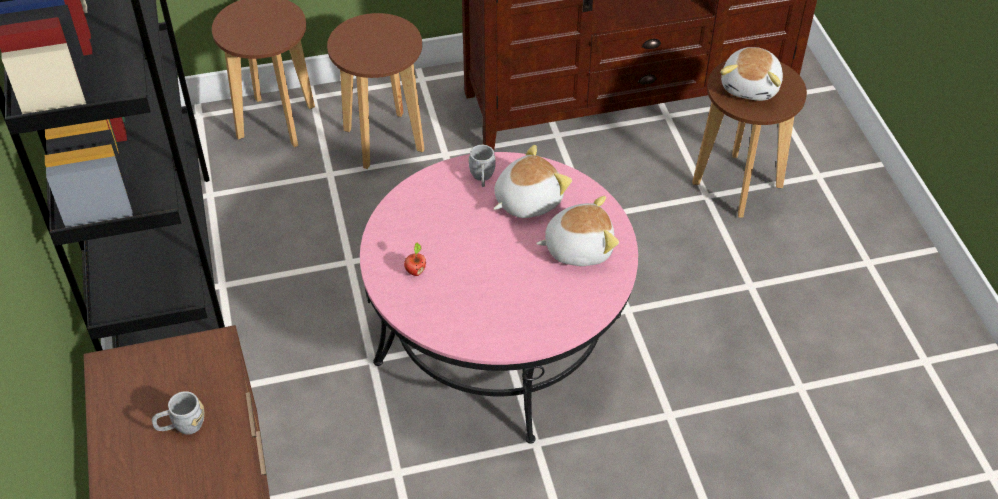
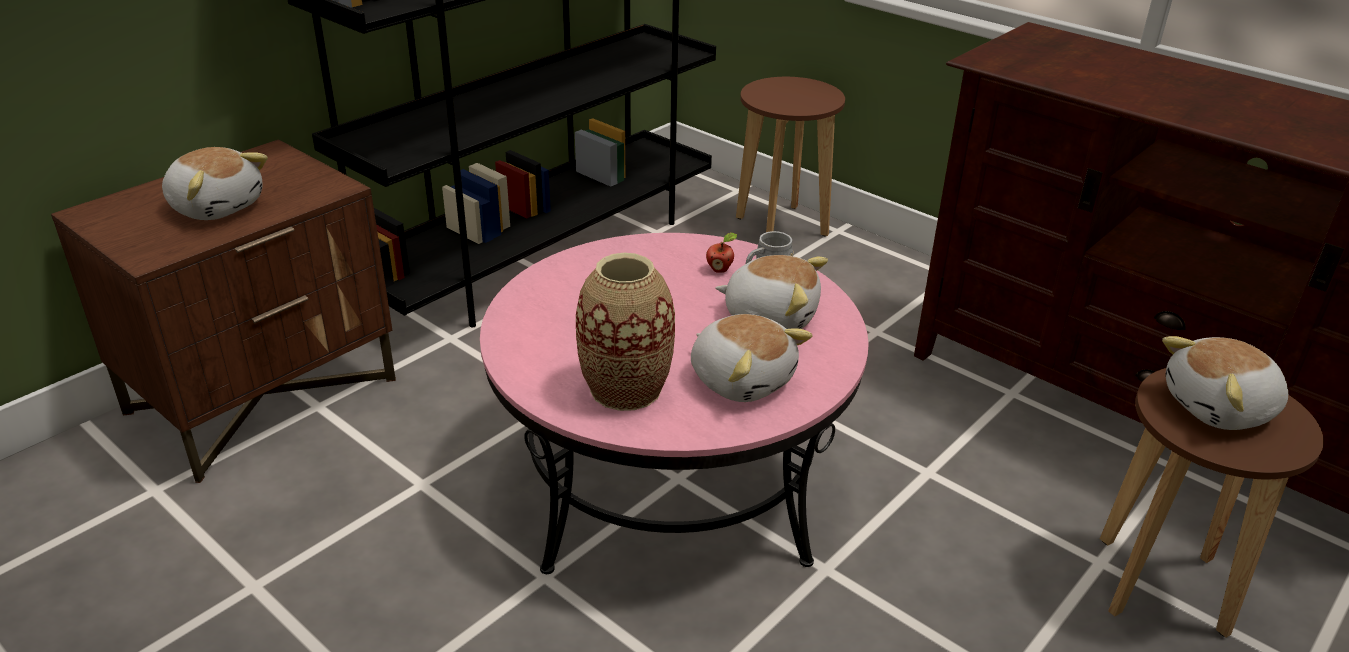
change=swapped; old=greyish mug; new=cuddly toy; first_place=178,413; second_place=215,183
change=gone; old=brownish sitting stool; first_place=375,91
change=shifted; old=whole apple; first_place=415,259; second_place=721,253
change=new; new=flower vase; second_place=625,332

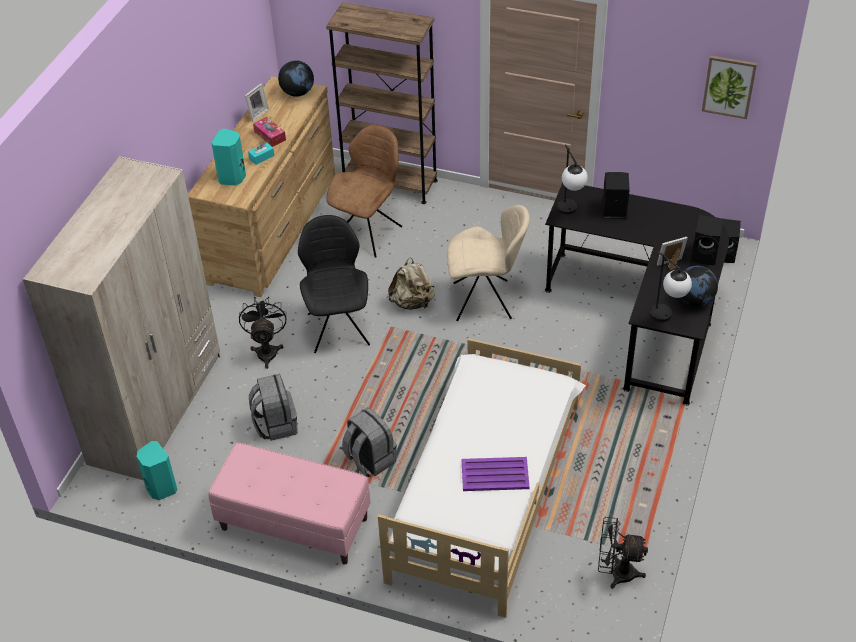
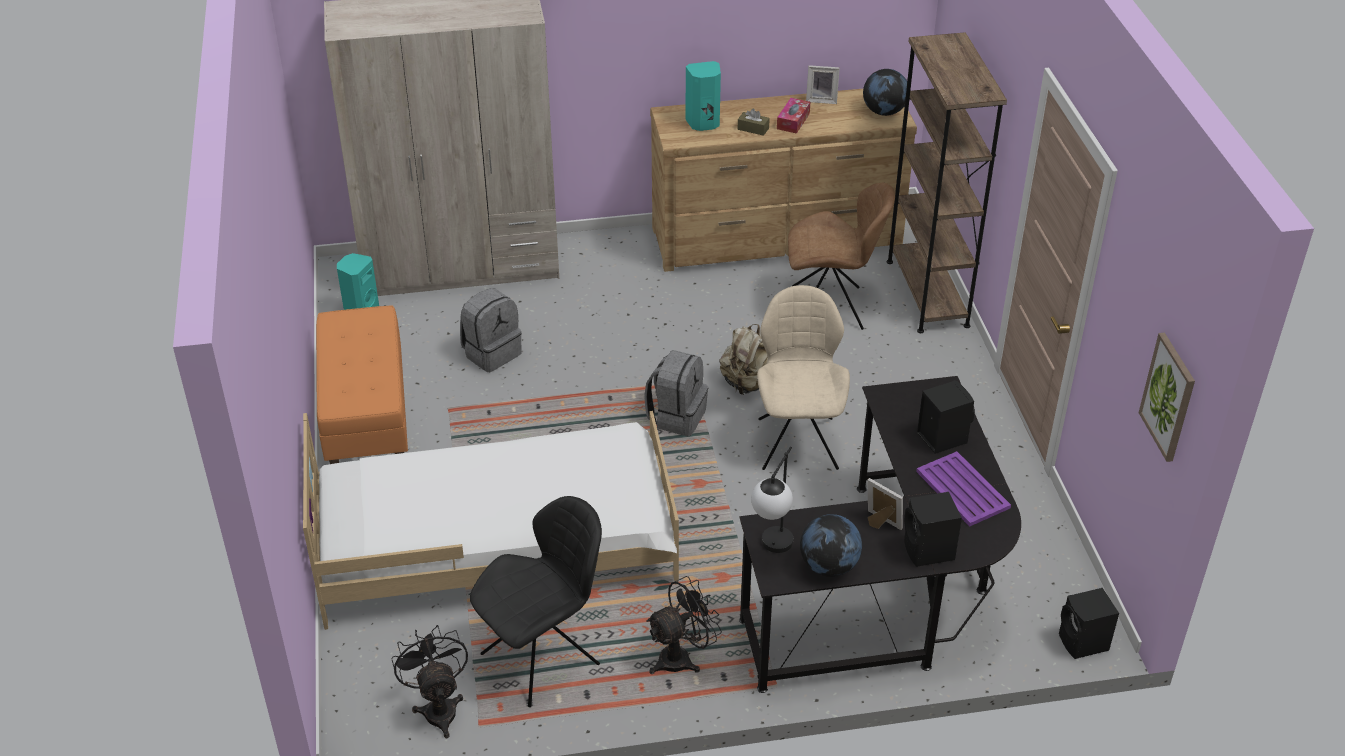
change=repainted; old=pink-coloured bench; new=orangey bench; first_place=290,504; second_place=362,384
change=shifted; old=blackish fan; first_place=262,332; second_place=684,625
change=repainted; old=turquoise-coloured tissue holder; new=brownish tissue holder; first_place=261,153; second_place=754,122
change=shifted; old=blackish upright chair; first_place=334,284; second_place=536,601
change=shifted; old=greyish rucksack; first_place=369,442; second_place=676,393
change=rotated; old=beige upright chair; first_place=488,263; second_place=803,377; degrees=-150
change=shifted; old=purplish carrying tray; first_place=495,474; second_place=963,488
change=gone; old=table lamp; first_place=572,180

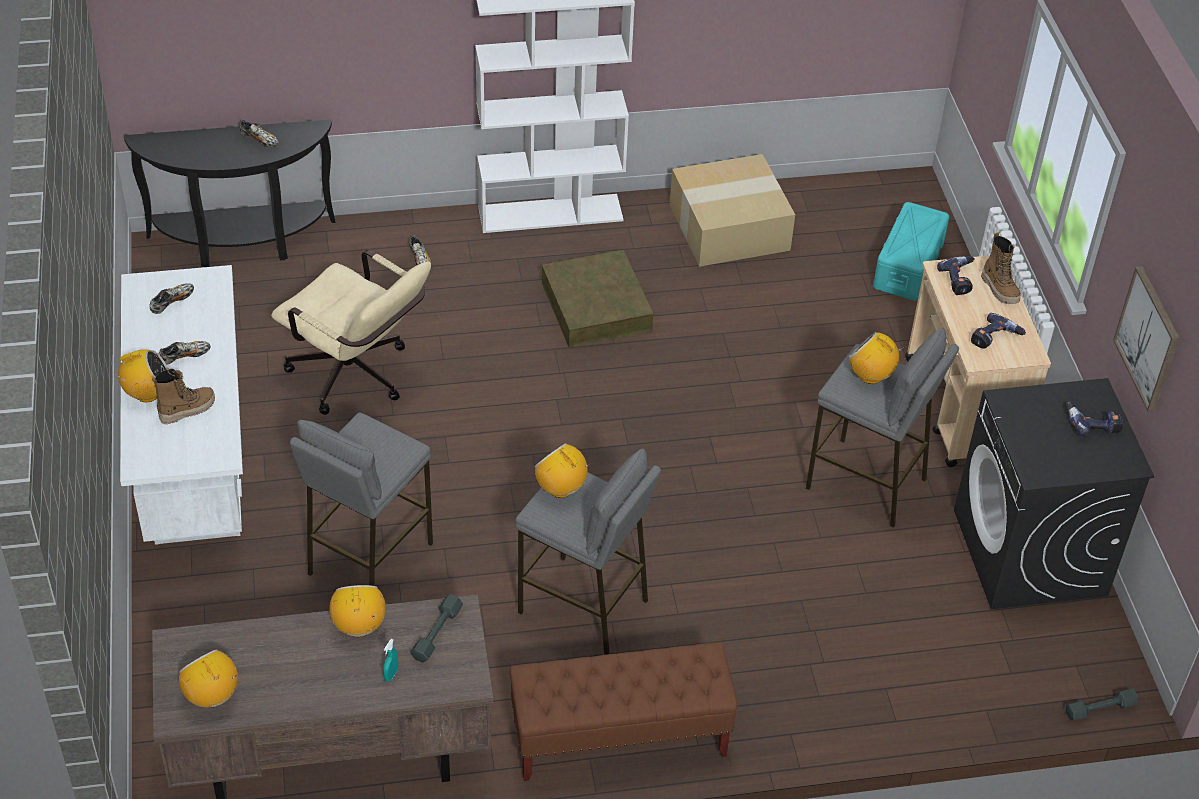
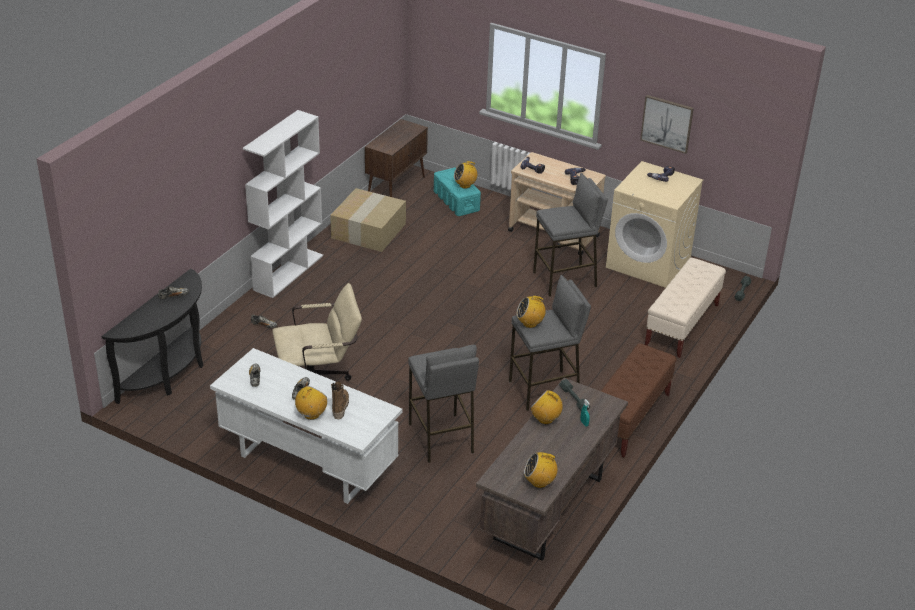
change=gone; old=brownish storage container; first_place=597,299
change=shifted; old=radio; first_place=878,358; second_place=465,175
change=repainted; old=blackish washing machine; new=beige washing machine; first_place=1054,493; second_place=654,224
change=gone; old=tall boot; first_place=1001,268
change=new; new=brownish cupboard; second_place=396,158
change=new; new=beige bench; second_place=685,308

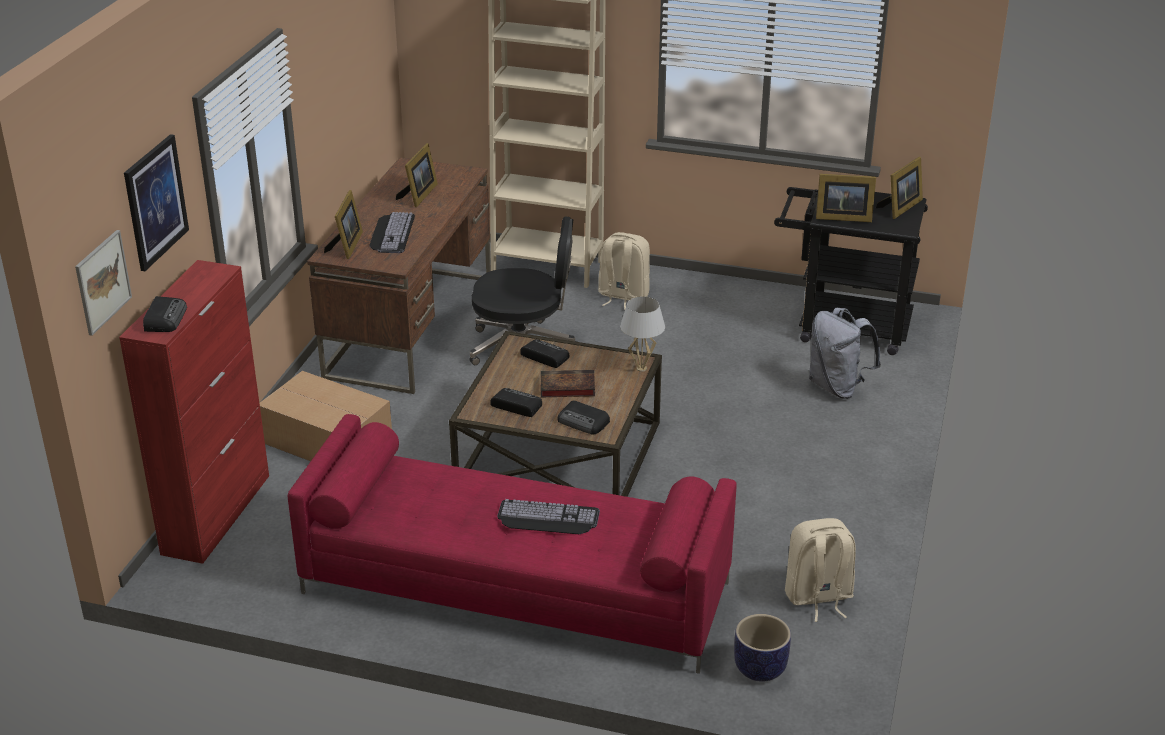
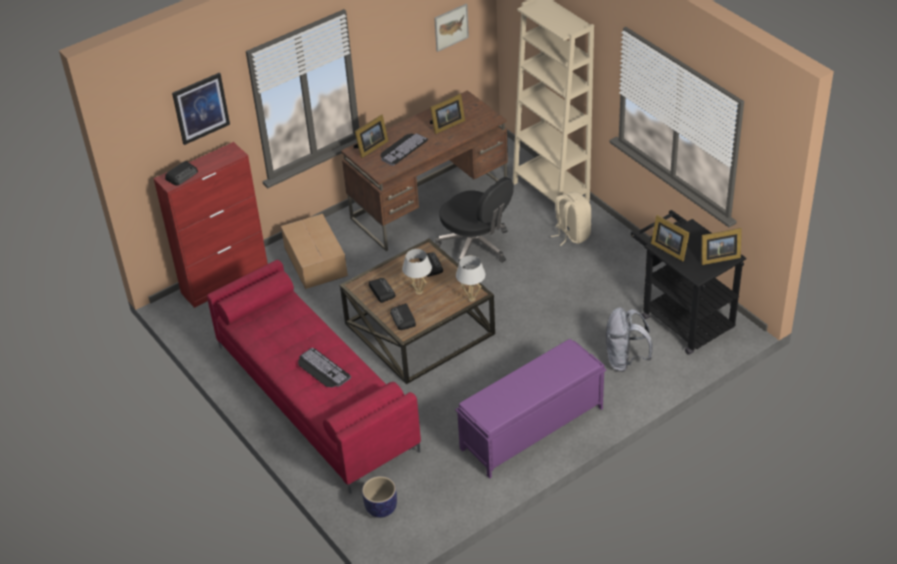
change=shifted; old=wall art; first_place=103,283; second_place=451,28
change=swapped; old=bound book; new=whitish table lamp; first_place=568,383; second_place=417,272
change=gone; old=beige rucksack; first_place=820,570
change=new; new=purplish bench; second_place=530,408

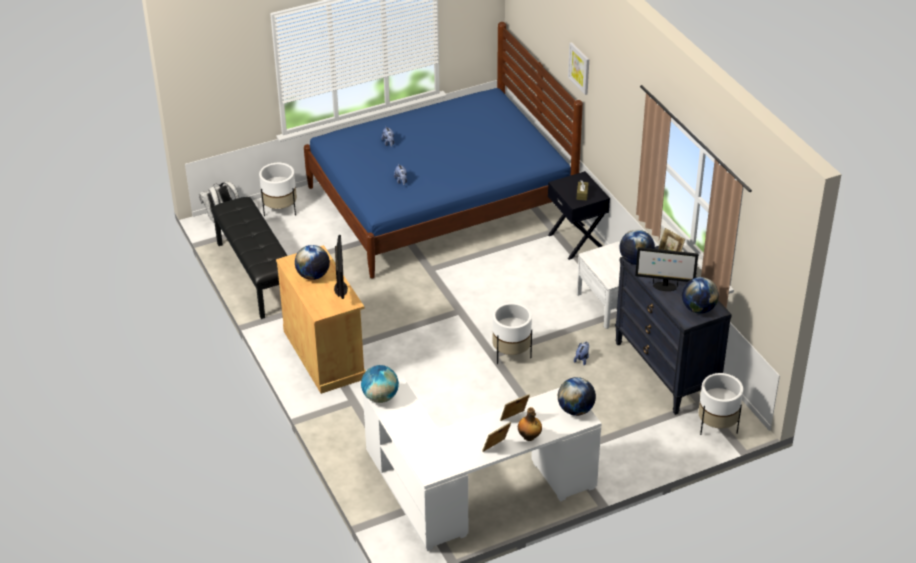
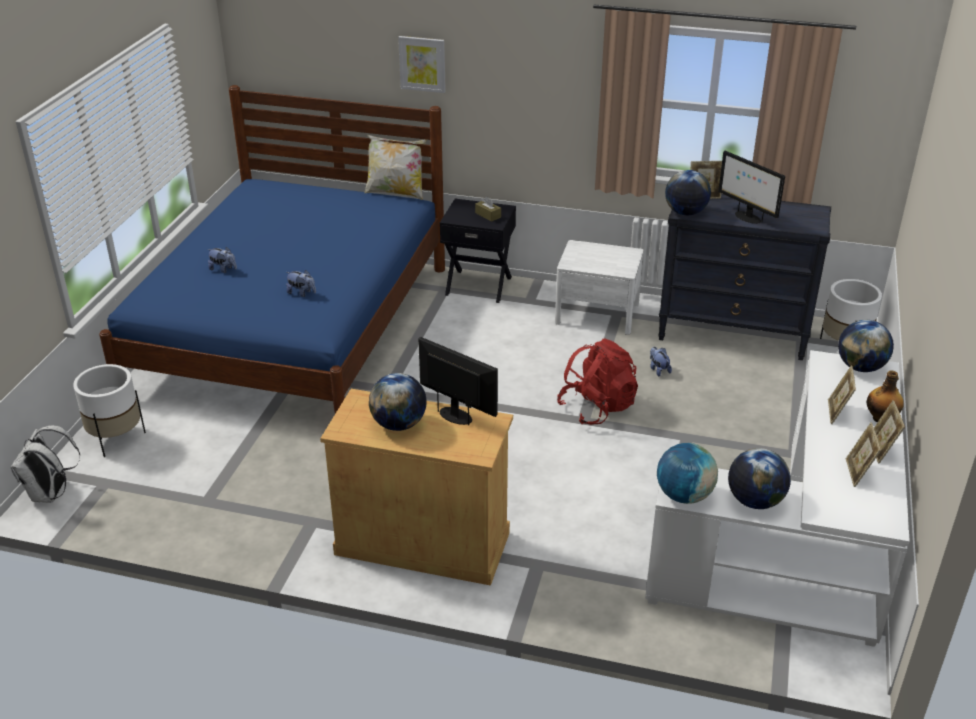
change=gone; old=blackish bench; first_place=249,258
change=swapped; old=whitish plant pot; new=red-coloured rucksack; first_place=512,333; second_place=597,381
change=rotated; old=computer display; first_place=667,269; second_place=751,187; degrees=90
change=shifted; old=world globe; first_place=700,295; second_place=759,478
change=new; new=pillow; second_place=395,167
change=new; new=picture frame; second_place=863,454

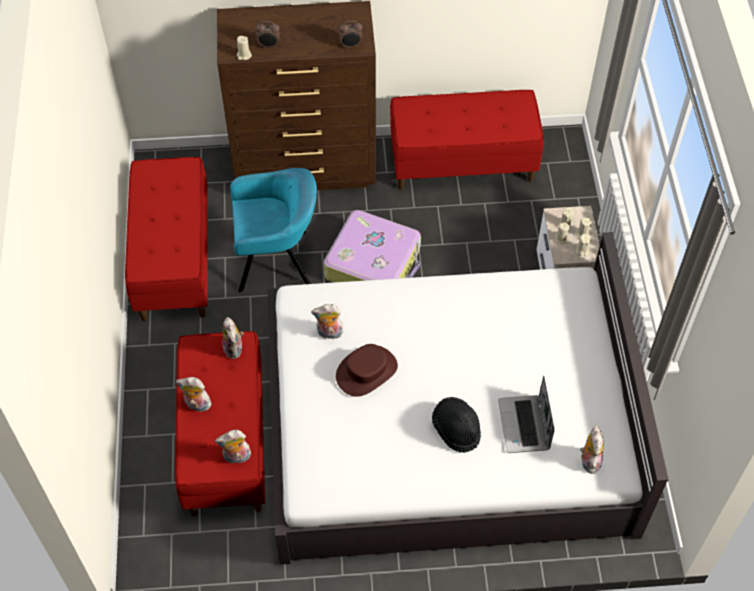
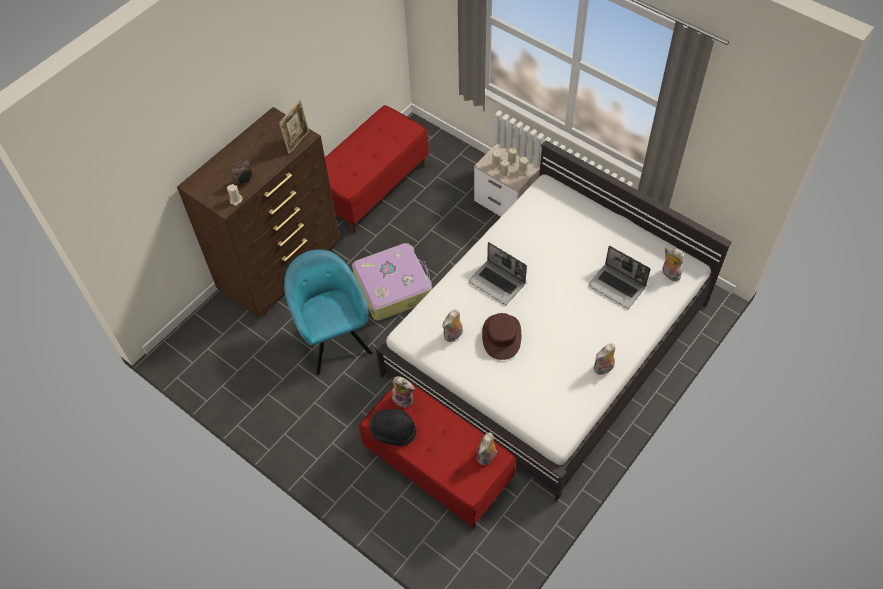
change=gone; old=red-coloured bench; first_place=166,239
change=shifted; old=cuddly toy; first_place=193,394; second_place=604,359
change=rotated; old=turquoise-coloured lounge chair; first_place=273,230; second_place=328,312; degrees=-60
change=swapped; old=bedside clock; new=picture frame; first_place=351,34; second_place=294,127
change=shifted; old=blackish clothing hat; first_place=456,425; second_place=393,427
change=new; new=portable computer; second_place=498,273

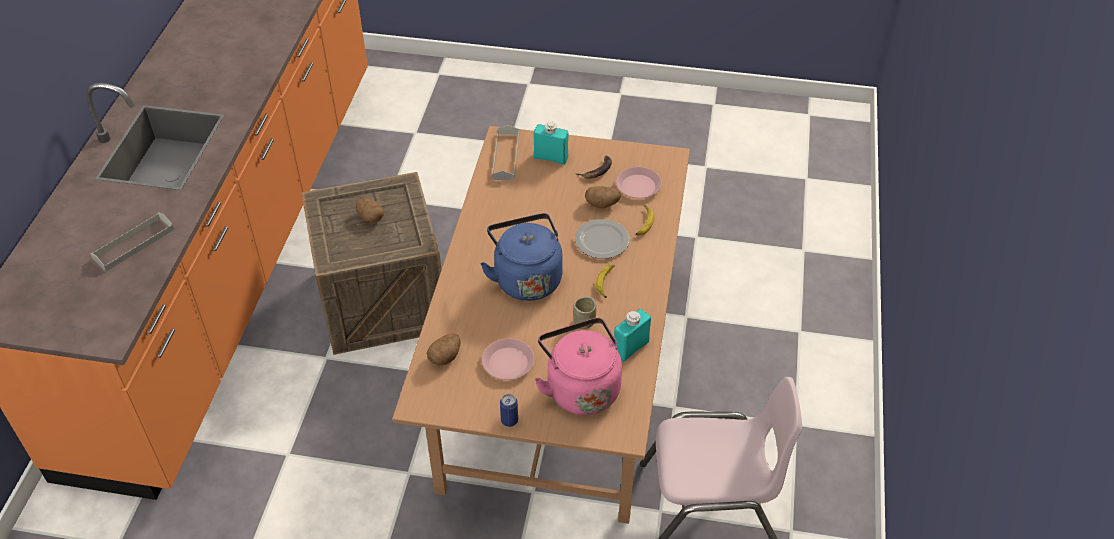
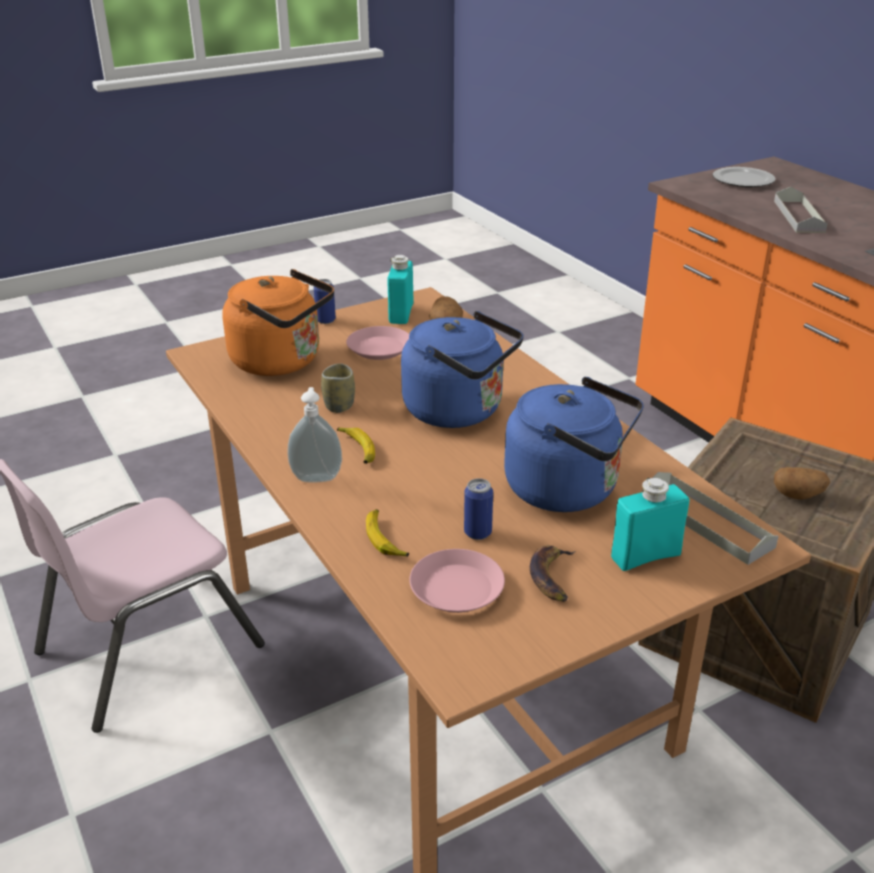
change=repainted; old=pink-coloured kettle; new=orangey kettle; first_place=578,366; second_place=278,322
change=shifted; old=flat dish; first_place=602,239; second_place=744,177
change=swapped; old=spud; new=metal can; first_place=603,197; second_place=478,509
change=shifted; old=turquoise-coloured drink bottle; first_place=632,335; second_place=400,289
change=new; new=soap dispenser; second_place=314,434
change=new; new=blue-coloured kettle; second_place=574,444

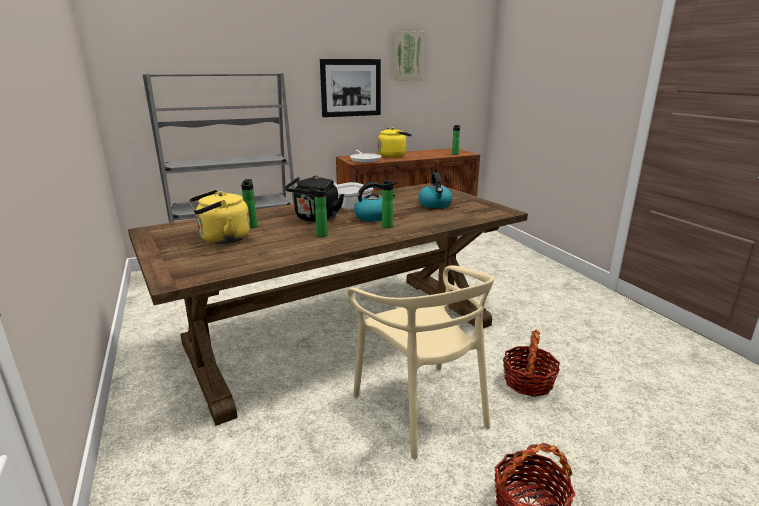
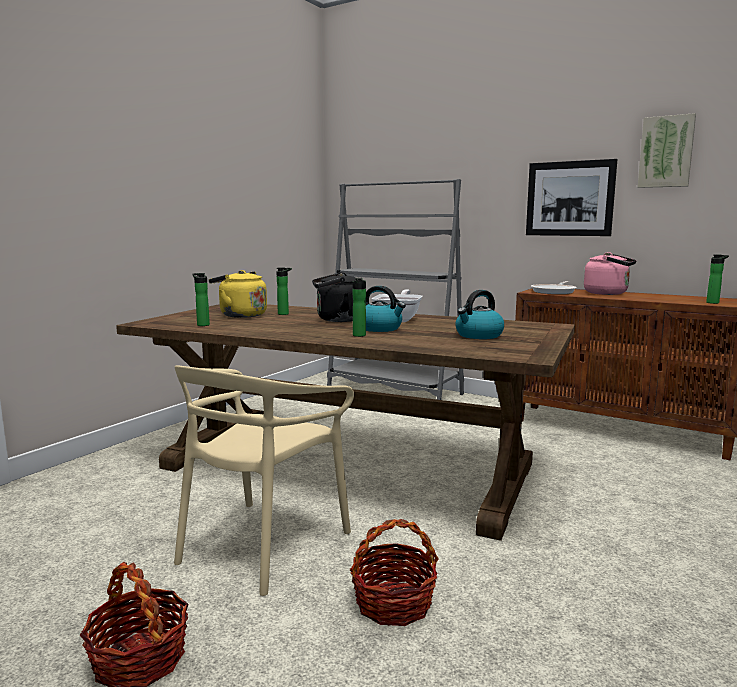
change=shifted; old=drink bottle; first_place=318,211; second_place=201,299
change=repainted; old=yellow-coloured kettle; new=pink-coloured kettle; first_place=395,142; second_place=610,273

